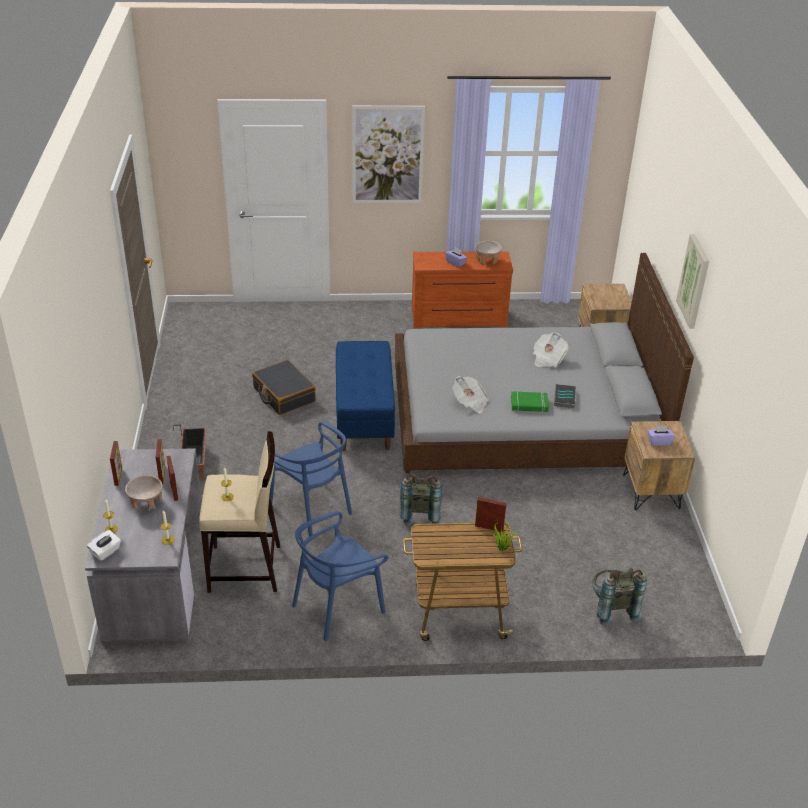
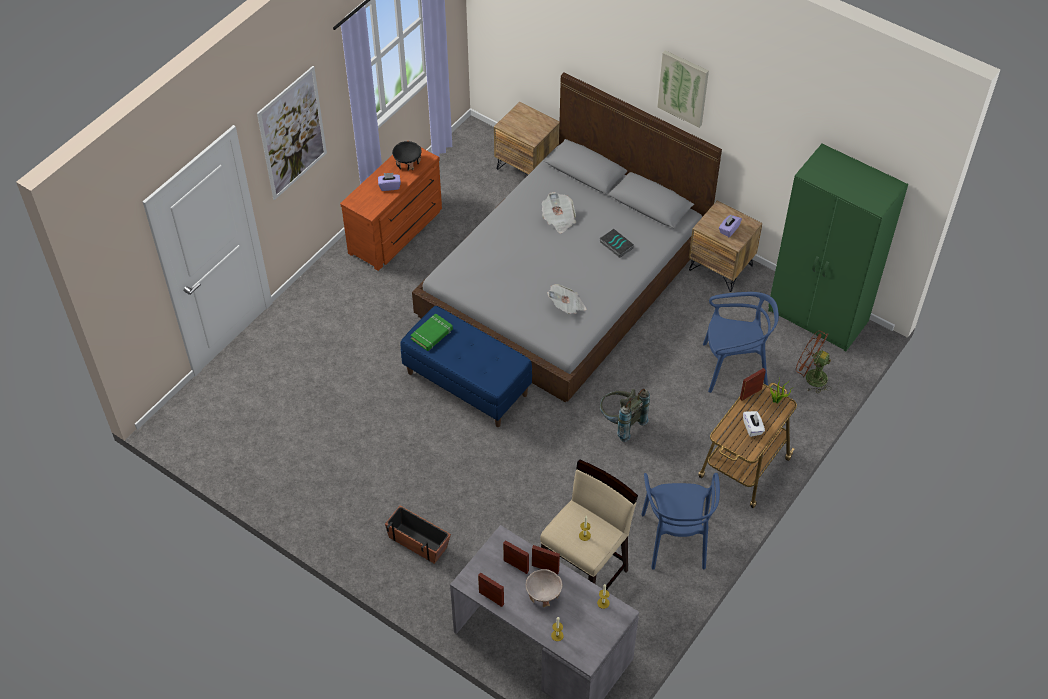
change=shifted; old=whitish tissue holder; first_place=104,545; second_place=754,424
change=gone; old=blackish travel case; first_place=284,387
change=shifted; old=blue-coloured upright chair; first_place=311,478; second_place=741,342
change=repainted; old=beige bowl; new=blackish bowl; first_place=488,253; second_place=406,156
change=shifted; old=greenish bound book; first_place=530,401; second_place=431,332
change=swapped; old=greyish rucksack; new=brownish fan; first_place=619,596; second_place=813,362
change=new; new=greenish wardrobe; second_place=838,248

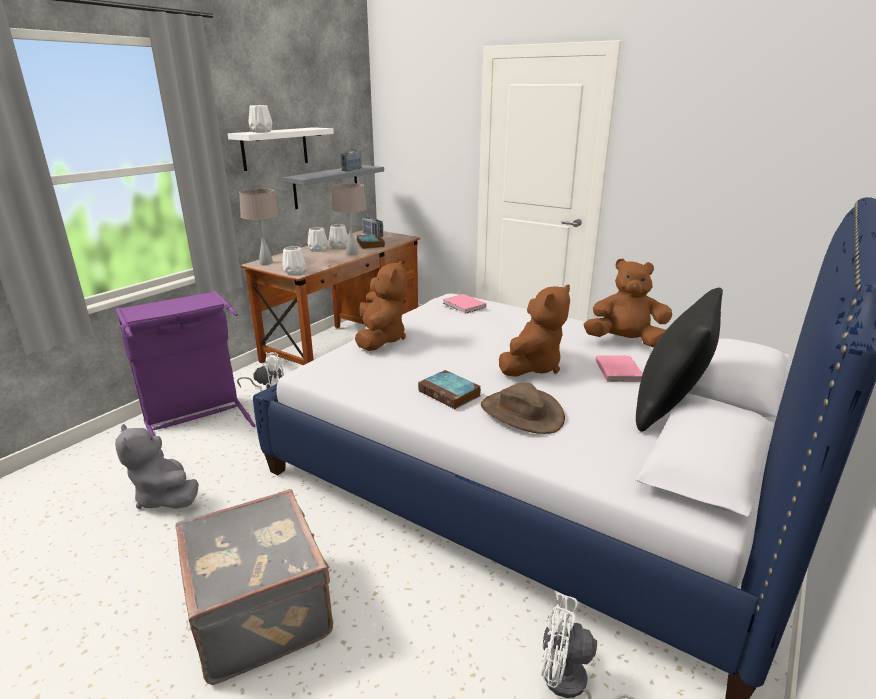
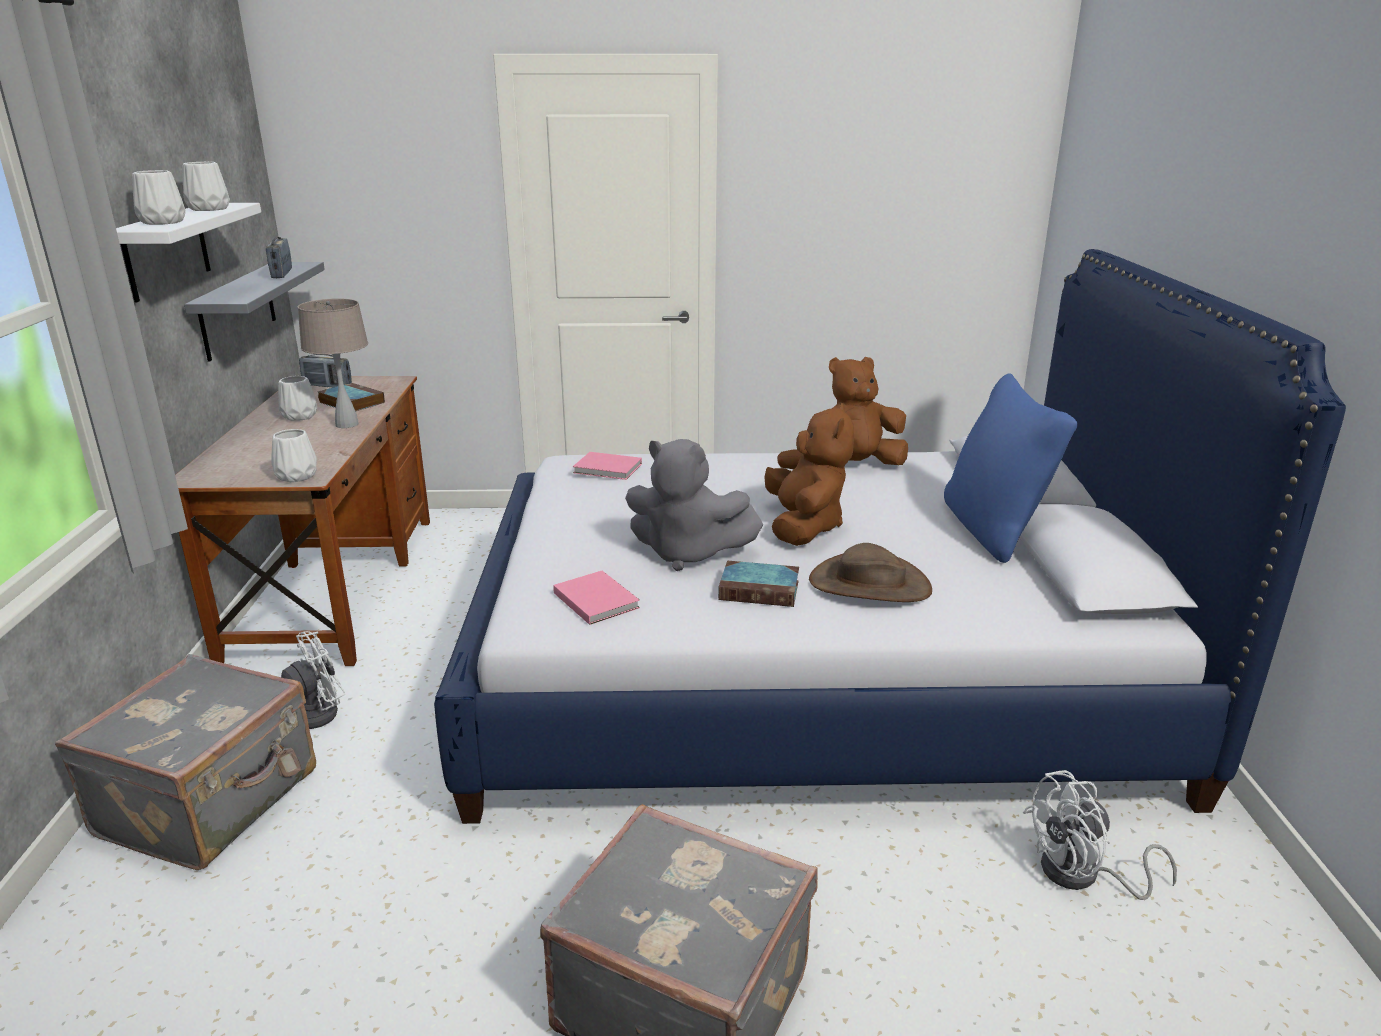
change=shifted; old=greyish cuddly toy; first_place=157,466; second_place=694,505
change=swapped; old=purplish laundry basket; new=greyish travel case; first_place=186,363; second_place=185,762
change=gone; old=beige table lamp; first_place=259,226
change=shifted; old=whitish flower vase; first_place=318,239; second_place=206,186
change=gone; old=brownish cuddly toy; first_place=381,305
change=shifted; old=pink-coloured bound book; first_place=619,368; second_place=596,598
change=repainted; old=blackish pillow; new=blue-coloured pillow; first_place=679,360; second_place=1011,468

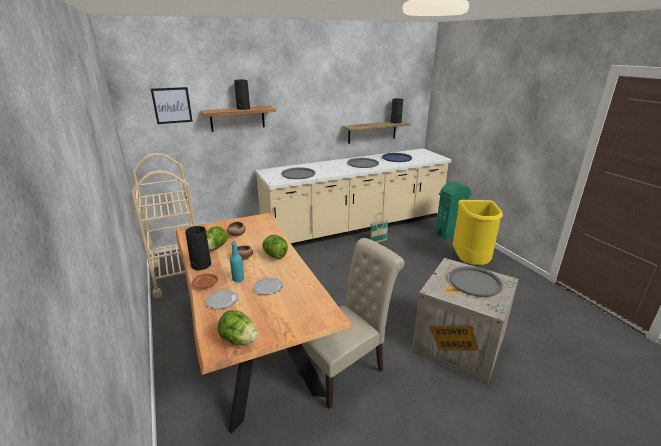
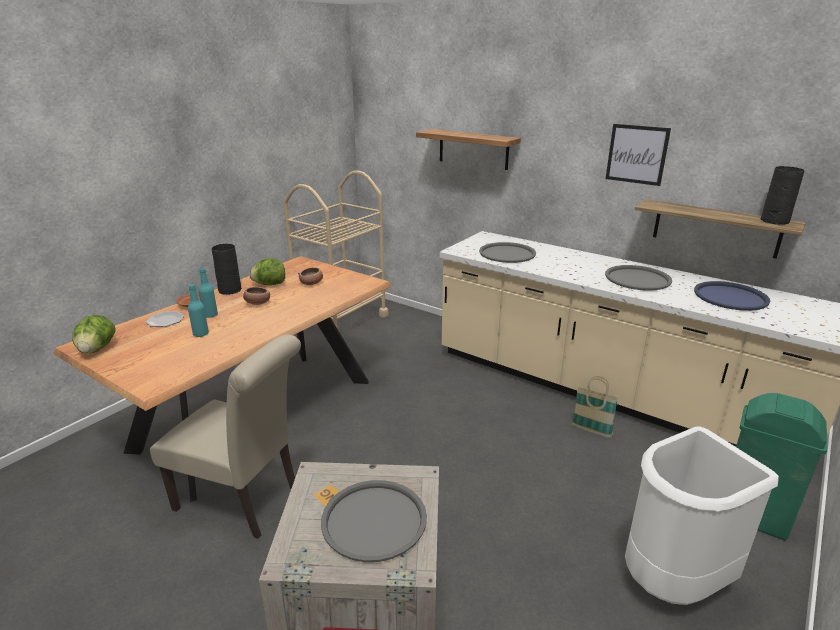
change=shifted; old=wall art; first_place=172,105; second_place=638,155
change=gone; old=blackish flower vase; first_place=242,95
change=swapped; old=flat dish; new=turquoise-coloured drink bottle; first_place=268,286; second_place=198,310
change=gone; old=lettuce head; first_place=275,246
change=repainted; old=yellow-coloured waste bin; new=whitish waste bin; first_place=478,232; second_place=702,516

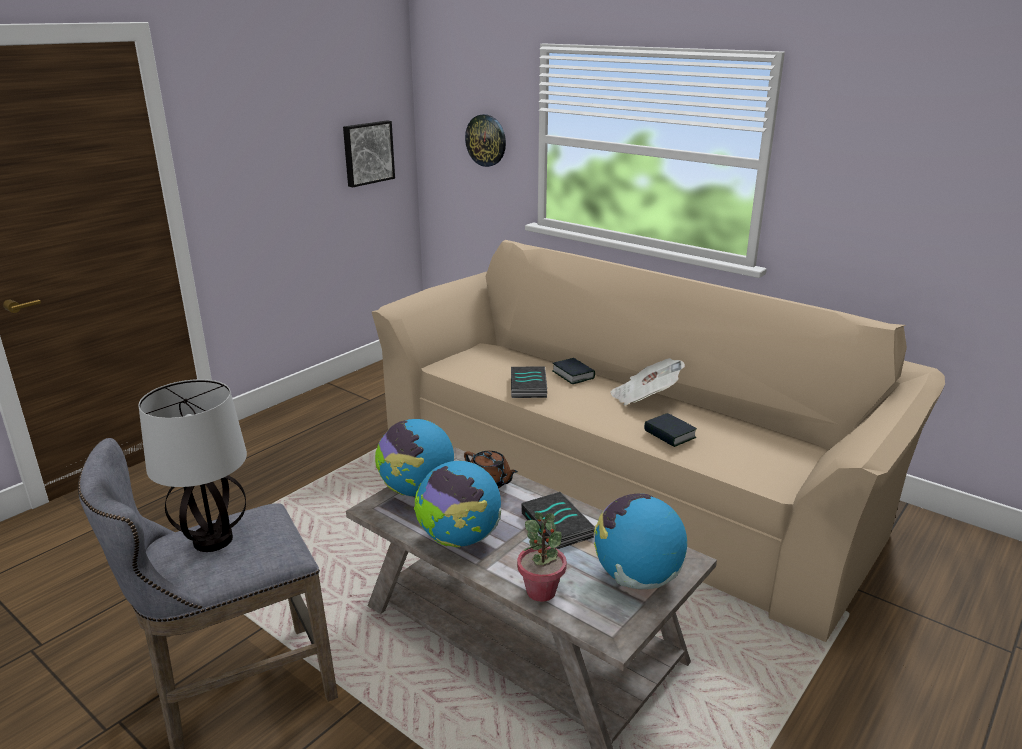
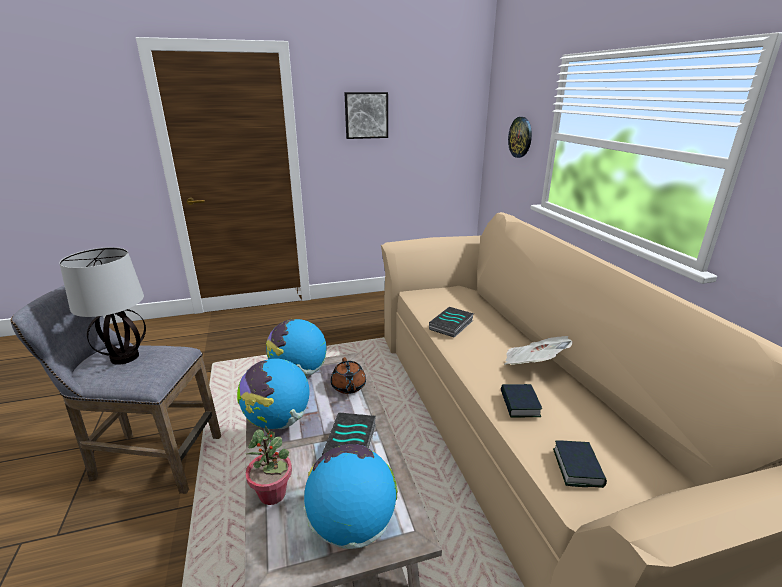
change=shifted; old=wall art; first_place=369,154; second_place=366,115
change=shifted; old=bound book; first_place=573,371; second_place=580,464

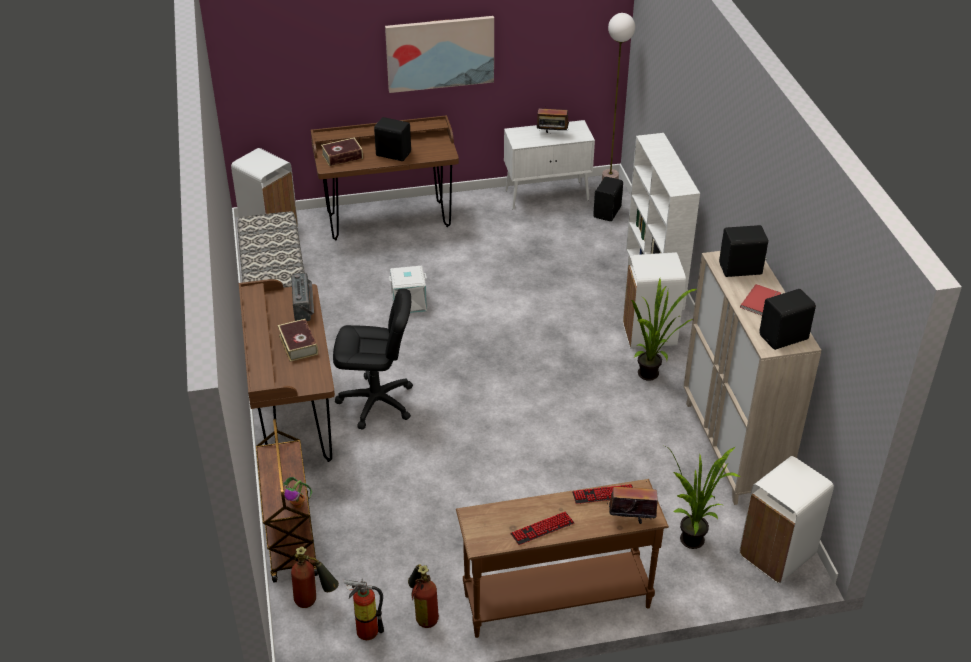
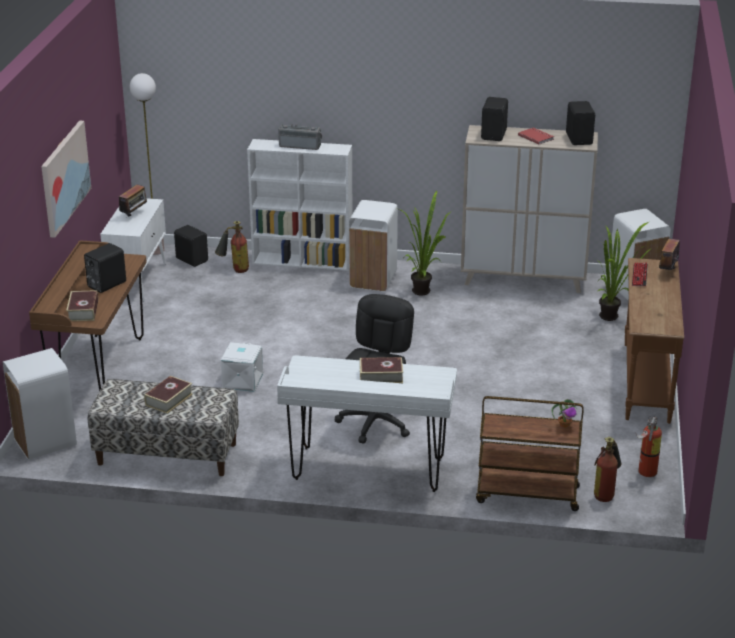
change=repainted; old=brownish desk unit; new=whitish desk unit; first_place=287,370; second_place=367,423
change=shifted; old=radio; first_place=302,297; second_place=300,137
change=shifted; old=extinguisher; first_place=423,596; second_place=232,247
change=gone; old=keyboard; first_place=542,528
change=new; new=bound book; second_place=168,395

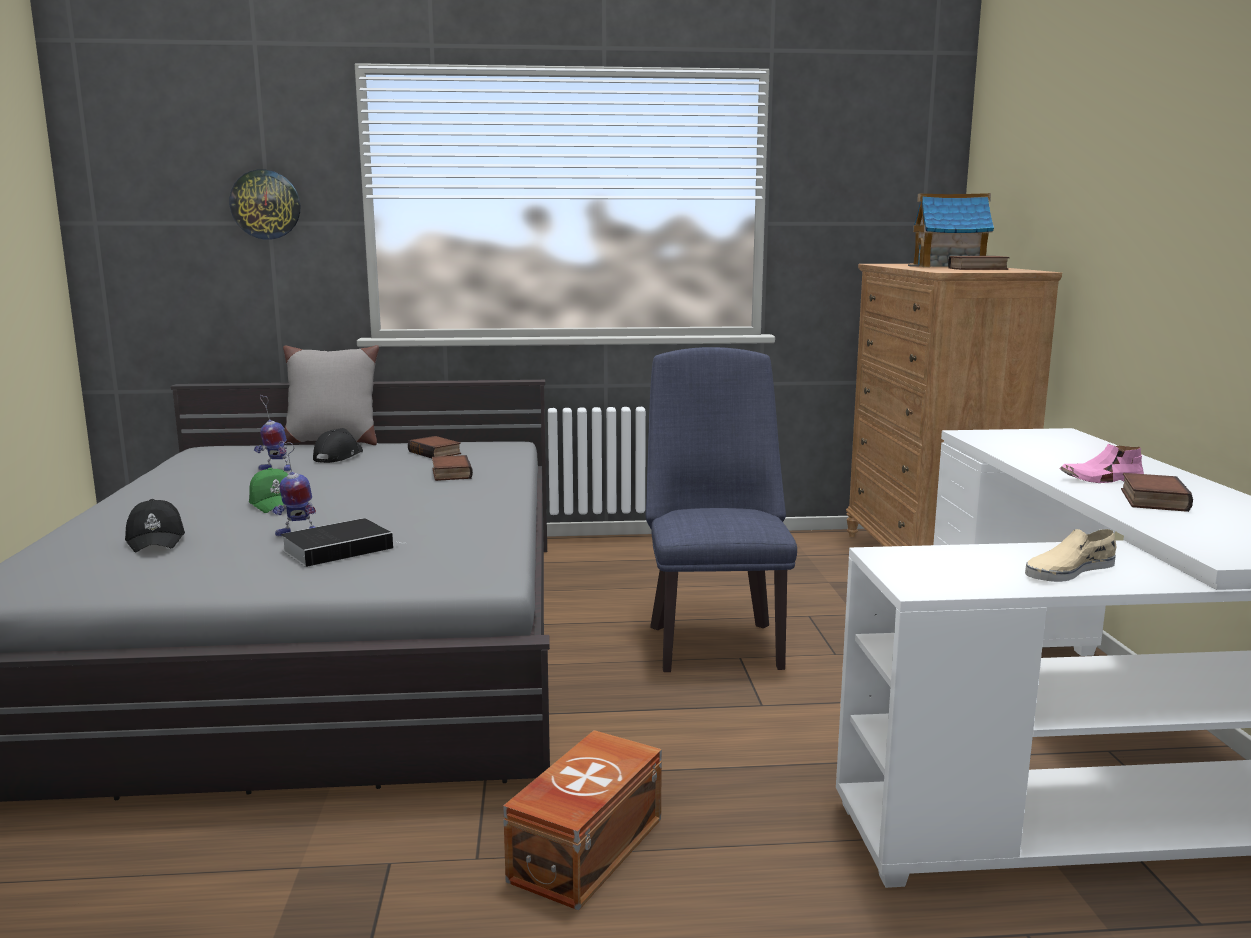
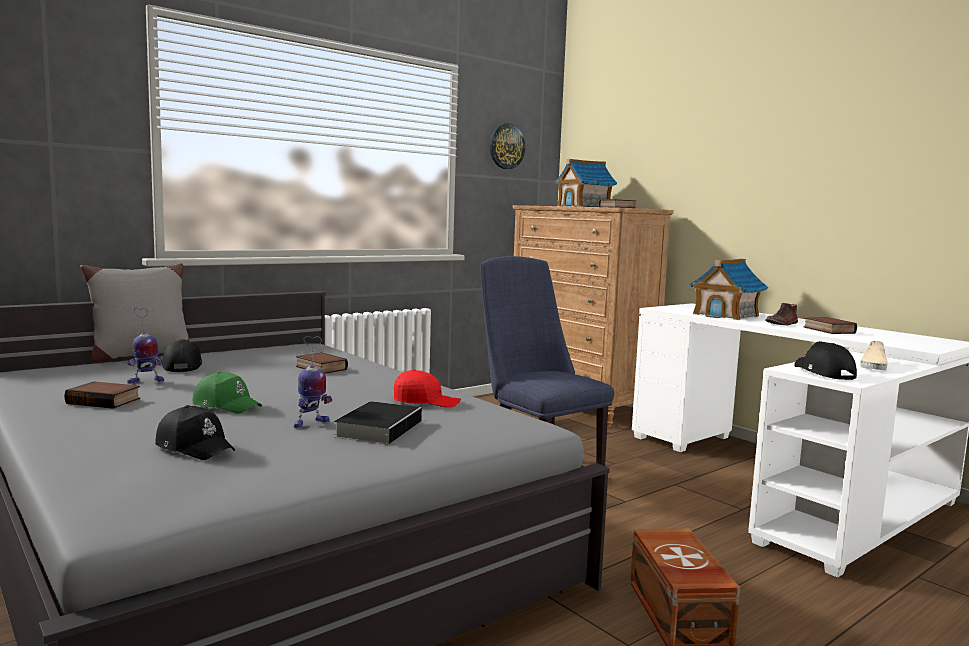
change=shifted; old=hanging clock; first_place=265,204; second_place=507,146
change=shifted; old=bound book; first_place=434,447; second_place=102,395
change=repainted; old=pink-coloured shoe; new=brownish shoe; first_place=1101,463; second_place=782,314
change=new; new=red-coloured peaked cap; second_place=427,388
change=new; new=model house; second_place=729,289
change=new; new=blackish peaked cap; second_place=825,360

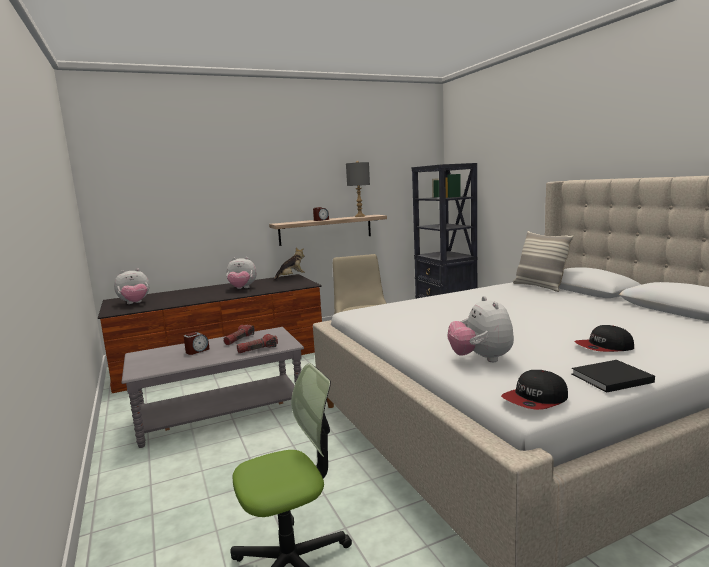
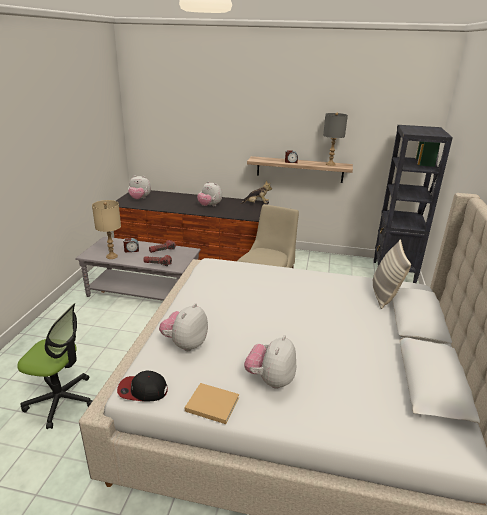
change=repainted; old=blackish bound book; new=beige bound book; first_place=613,376; second_place=212,403
change=swapped; old=peaked cap; new=cuddly toy; first_place=604,338; second_place=270,362
change=new; new=beige table lamp; second_place=106,229

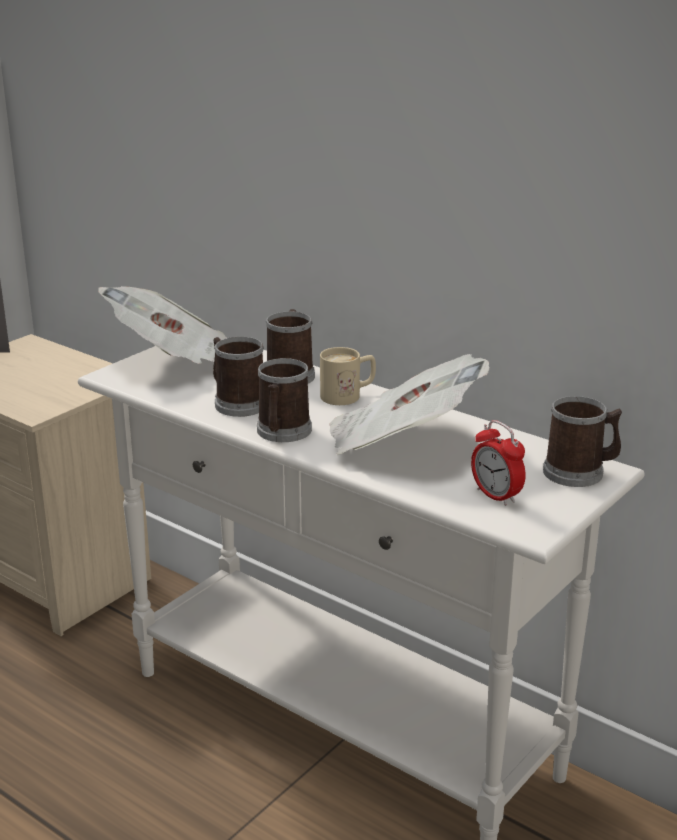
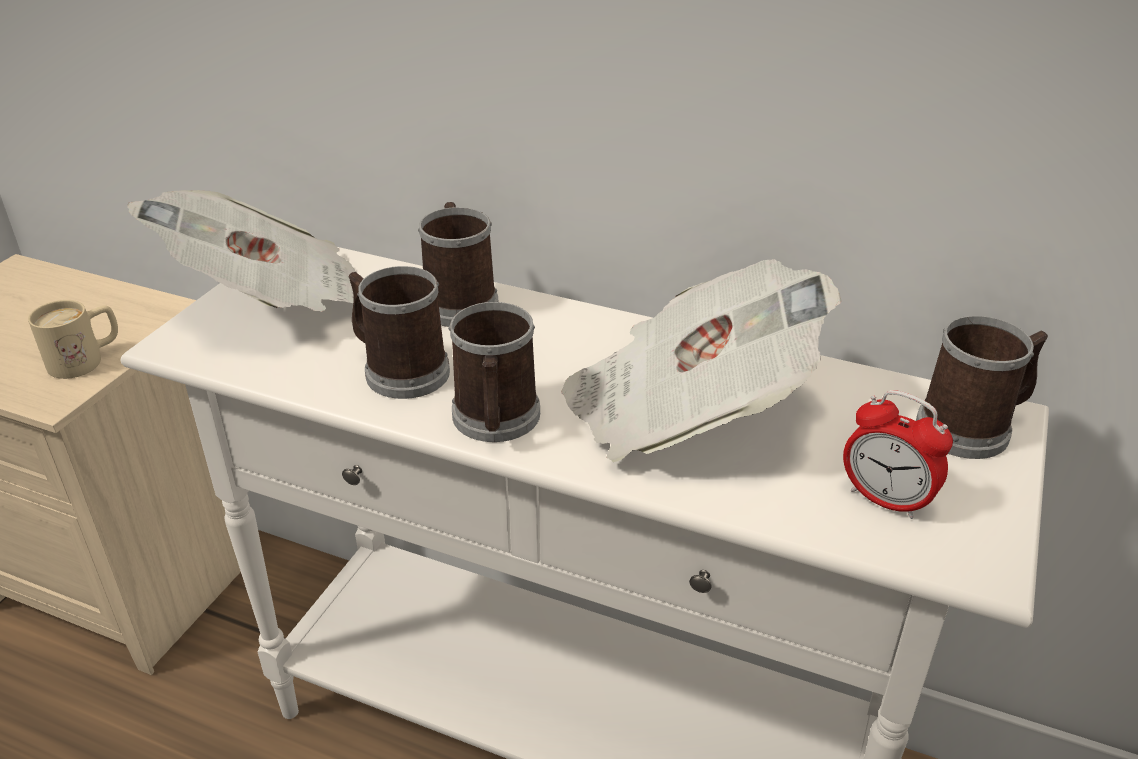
change=shifted; old=beige mug; first_place=348,376; second_place=73,339

